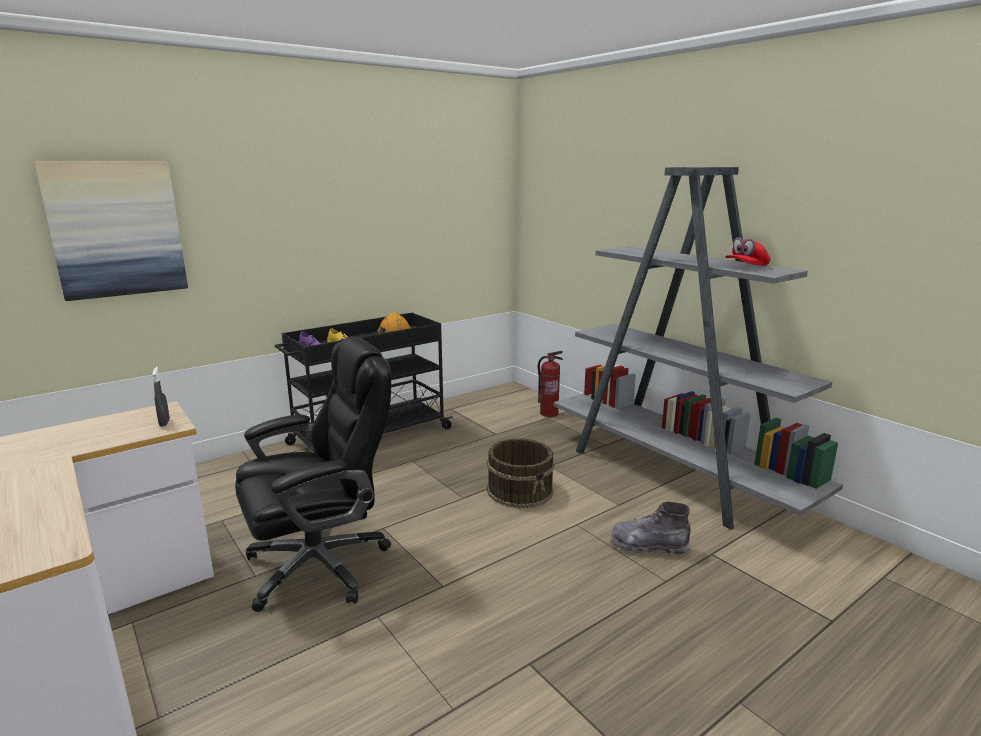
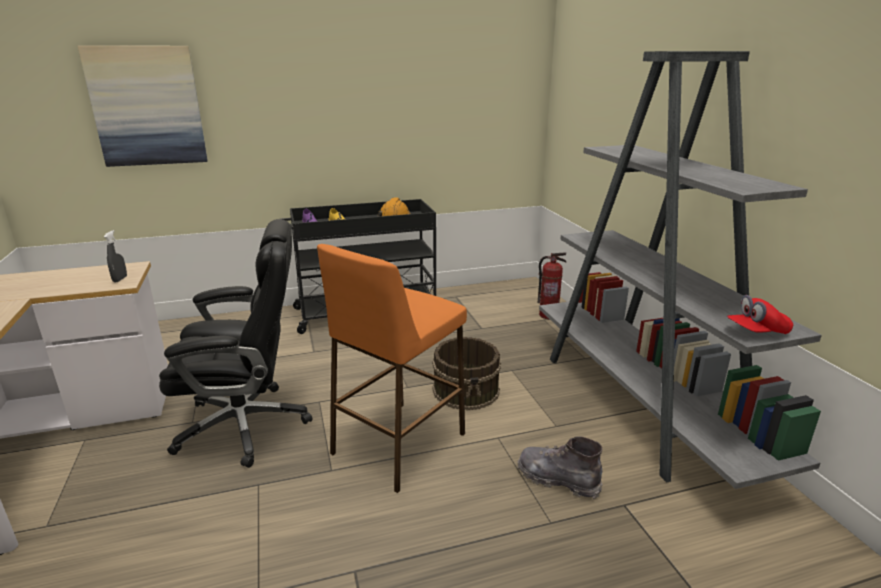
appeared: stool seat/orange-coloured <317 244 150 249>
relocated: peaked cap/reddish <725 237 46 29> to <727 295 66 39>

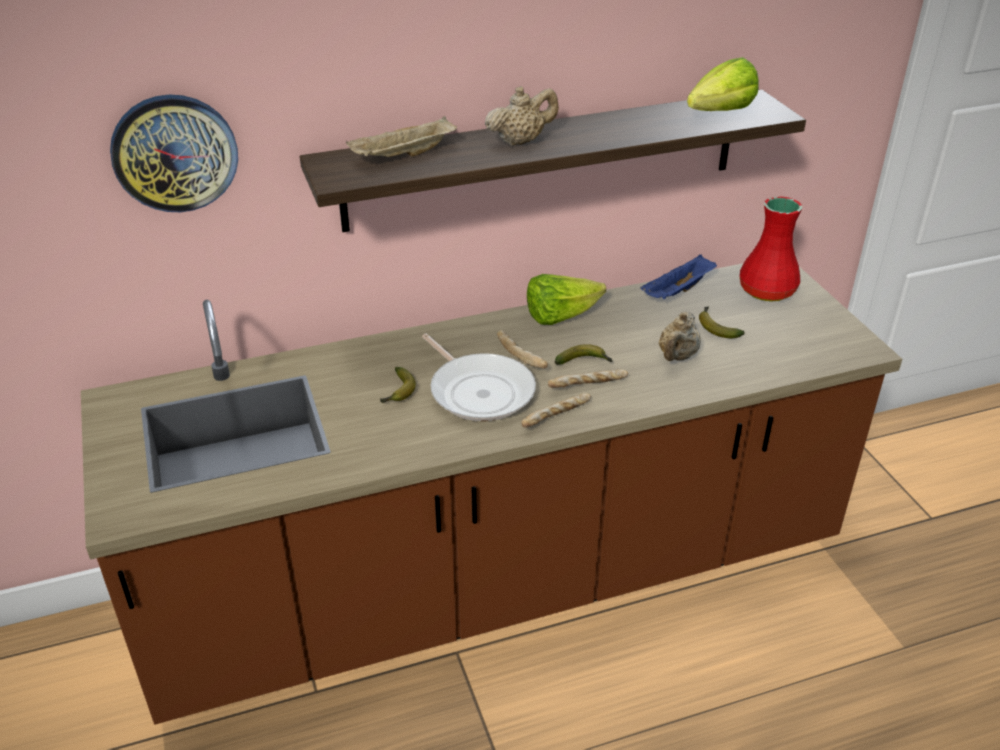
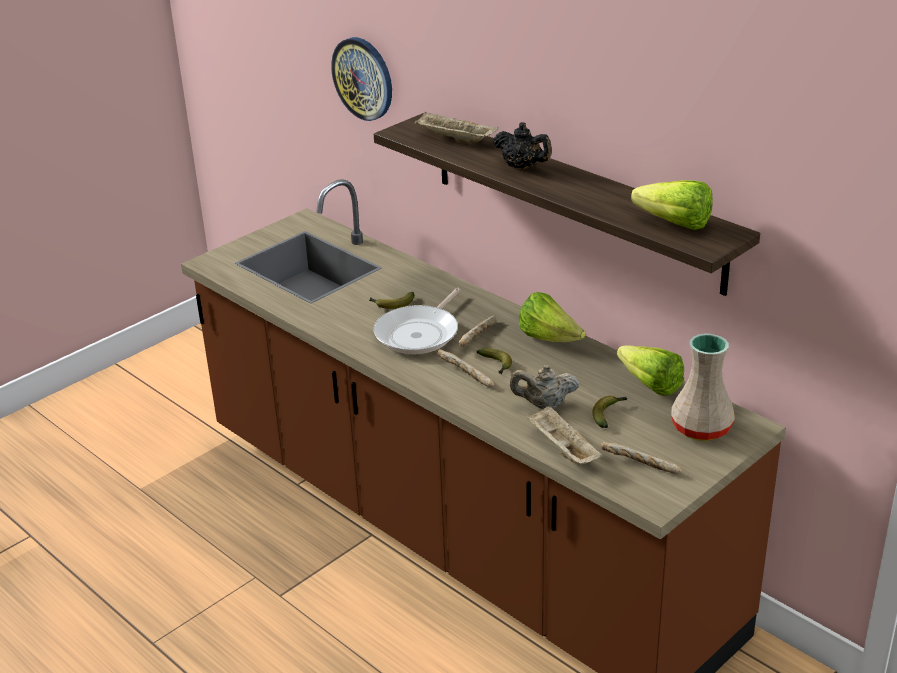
appeared: tray/beige <526 406 77 58>
relocated: baked bread <521 393 70 35> to <601 442 81 32>
exchanged: tray/bluish <640 254 77 45> to lettuce <617 345 67 51>
colour: tea pot/beige <485 86 74 60> to tea pot/black-coloured <493 122 59 48>; vase/reddish <740 196 62 106> to vase/beige <671 333 64 108>

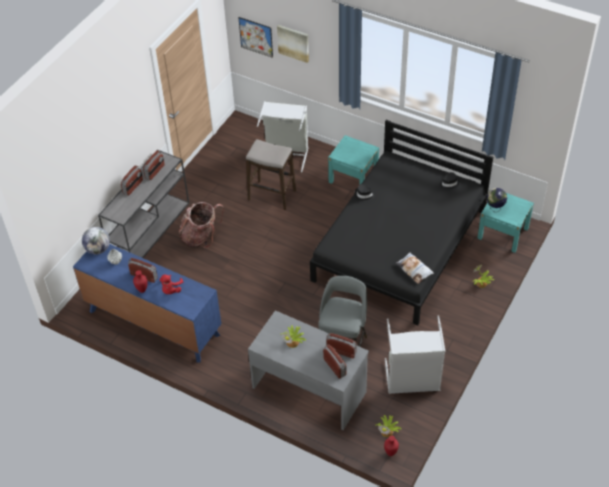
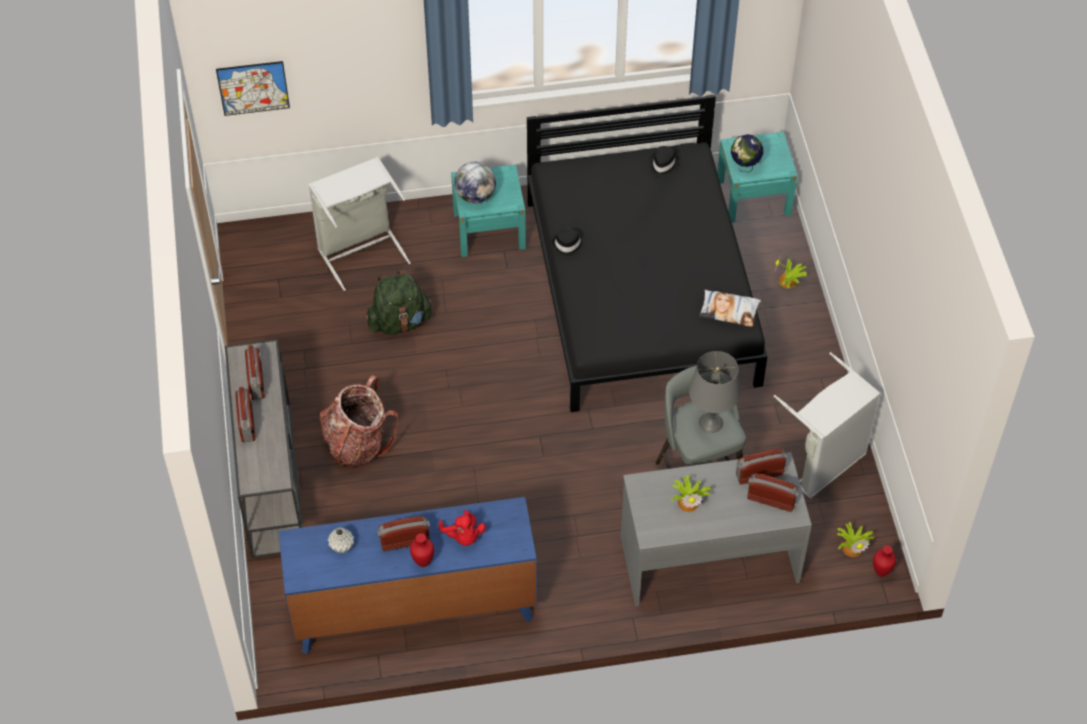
missing: wall art <277 25 32 38>
appeared: lamp for a table/greyish <689 351 51 82>
relocated: globe <82 227 28 27> to <454 162 42 41>
exchanged: stool seat <246 139 50 71> to knapsack/greenish <366 270 67 65>

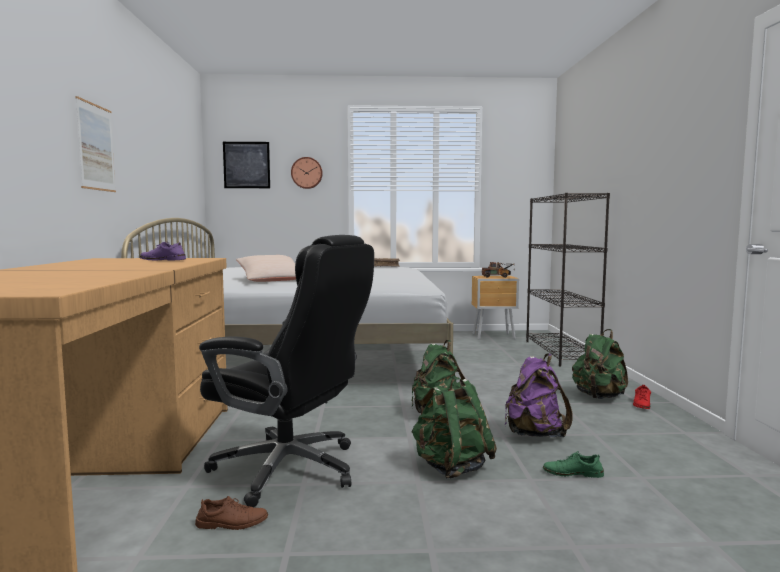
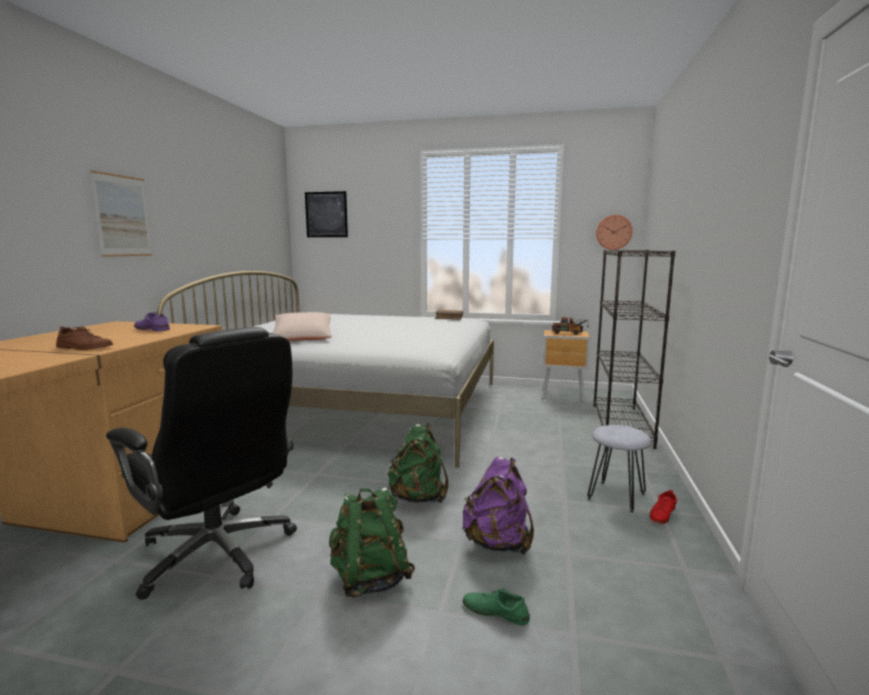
relocated: clock on the wall <291 157 32 32> to <596 215 36 35>; item of footwear/brown <195 496 73 34> to <56 326 57 24>
exchanged: knapsack/greenish <572 329 56 70> to stool seat/greyish <588 425 64 87>

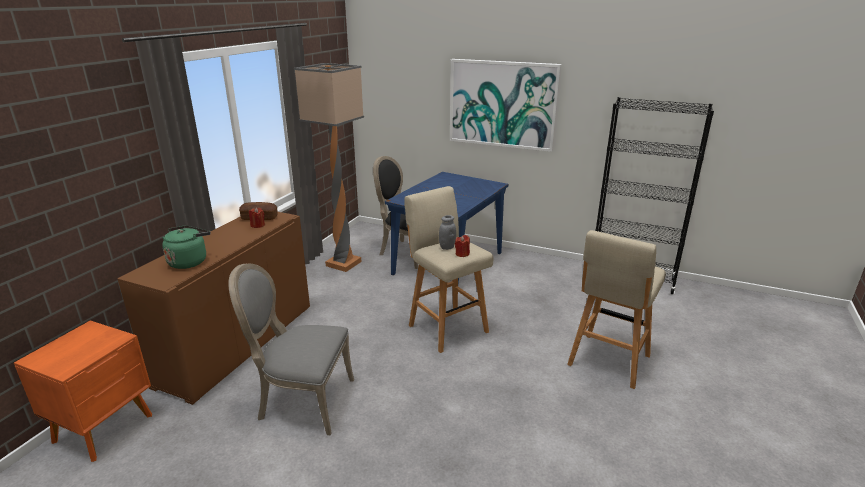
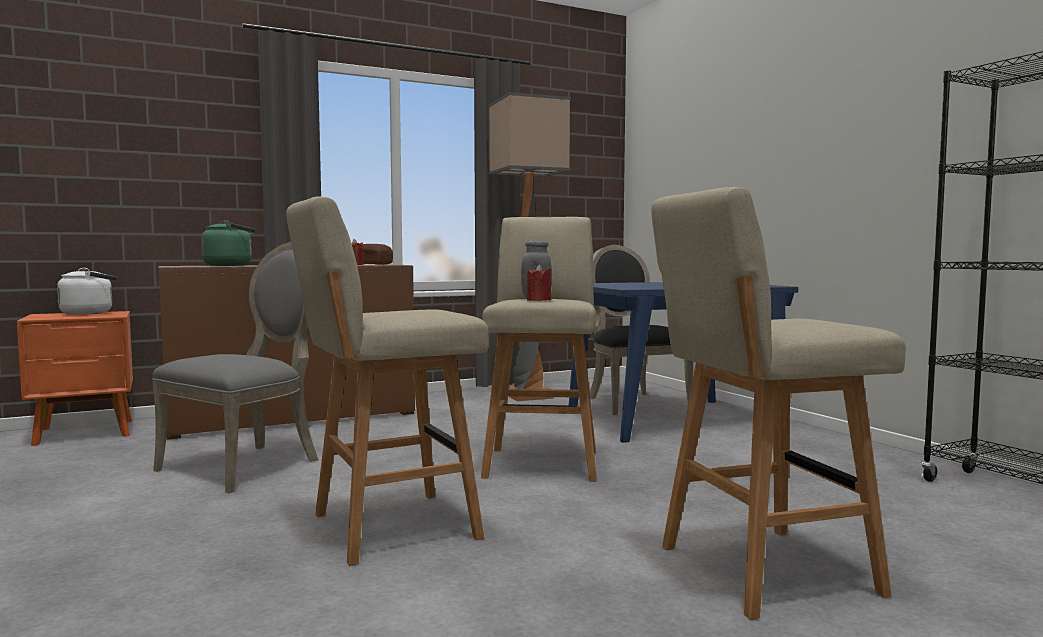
missing: wall art <450 59 112 93>
appeared: stool seat/beige <286 196 203 370>; kettle/white <57 268 59 47>
spun: plain chair/greyish <228 264 126 171> = <152 242 167 251> 75 degrees clockwise

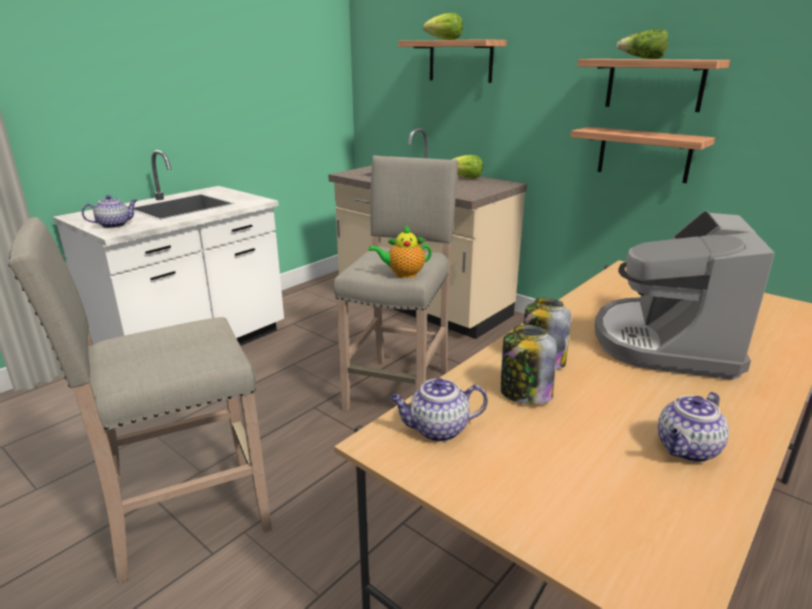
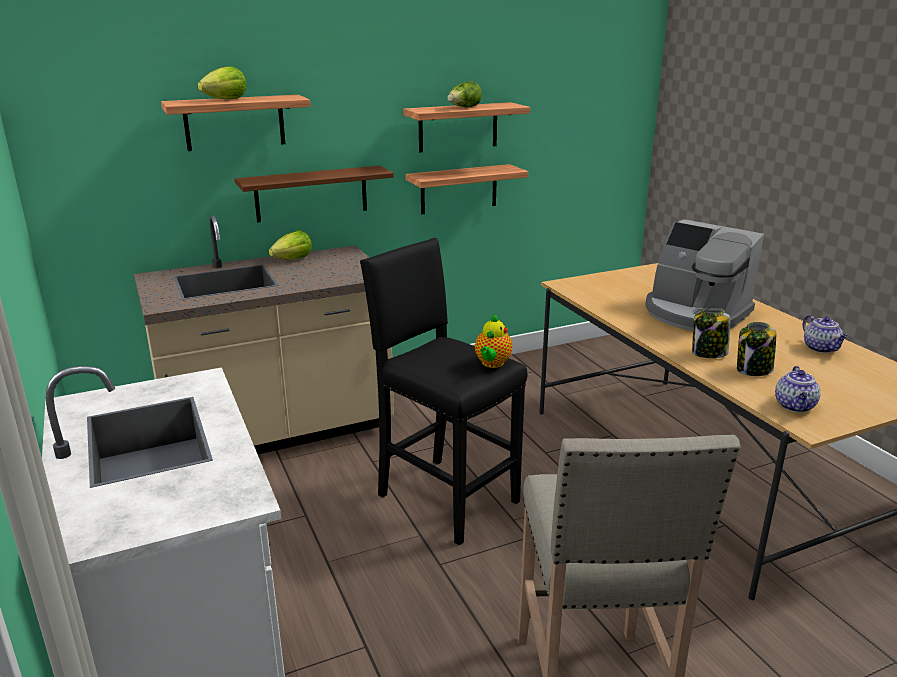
missing: tea pot <82 195 55 33>
appeared: wall shelf/brown <235 166 159 57>
colour: stool seat/beige <333 155 125 256> to stool seat/black-coloured <360 238 168 308>

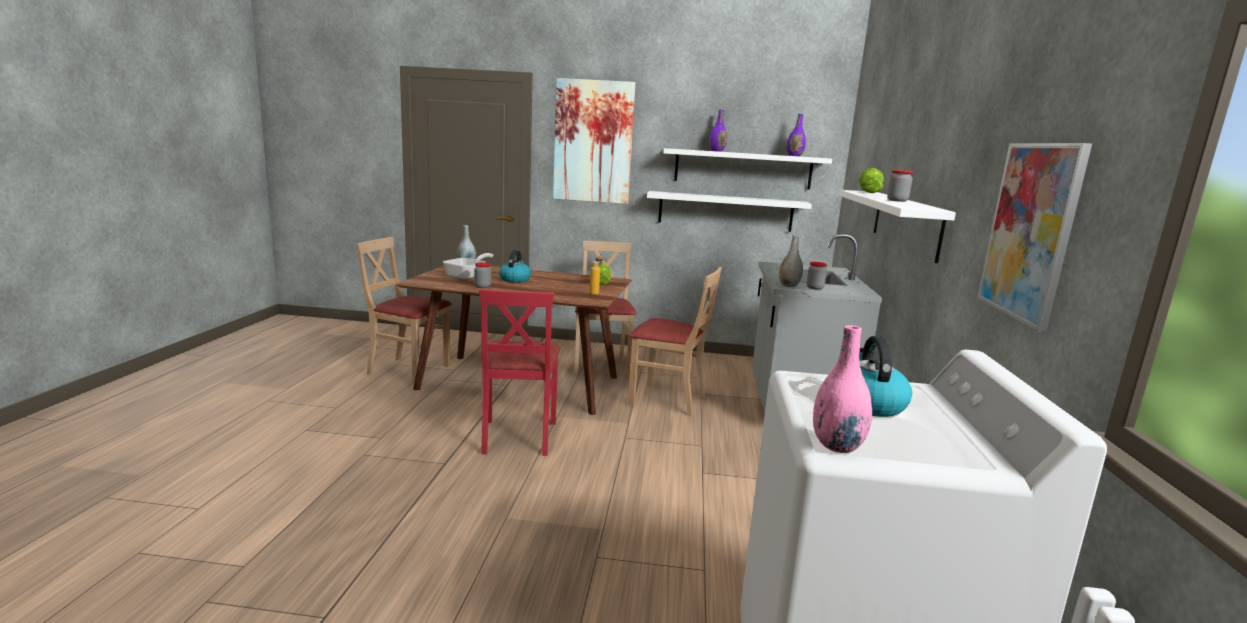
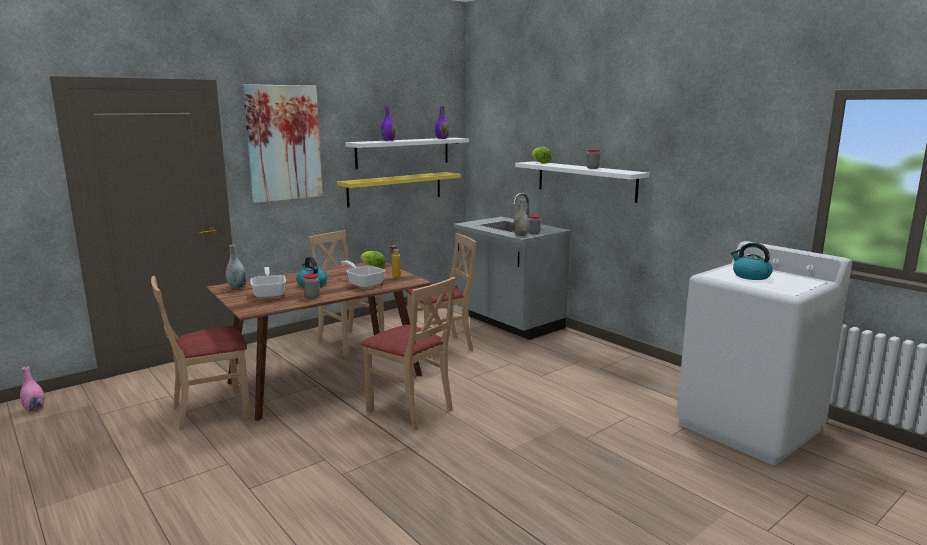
missing: wall art <977 143 115 189>
appeared: frying pan <341 261 44 27>
relocated: vase/pinkish <813 325 59 128> to <20 367 25 45>
colour: wall shelf/white <647 191 165 41> to wall shelf/yellow <337 172 124 36>; plain chair/reddish <479 289 81 167> to plain chair/beige <361 277 95 153>

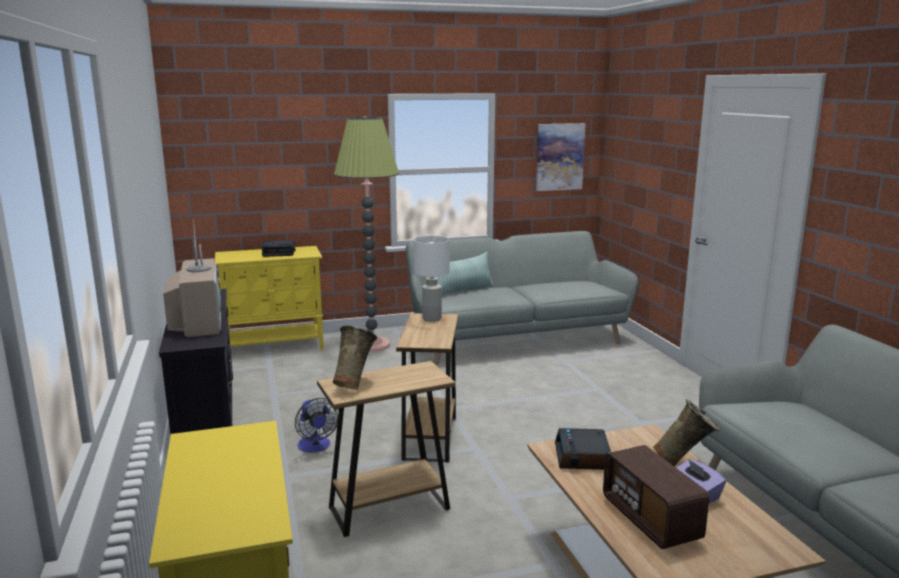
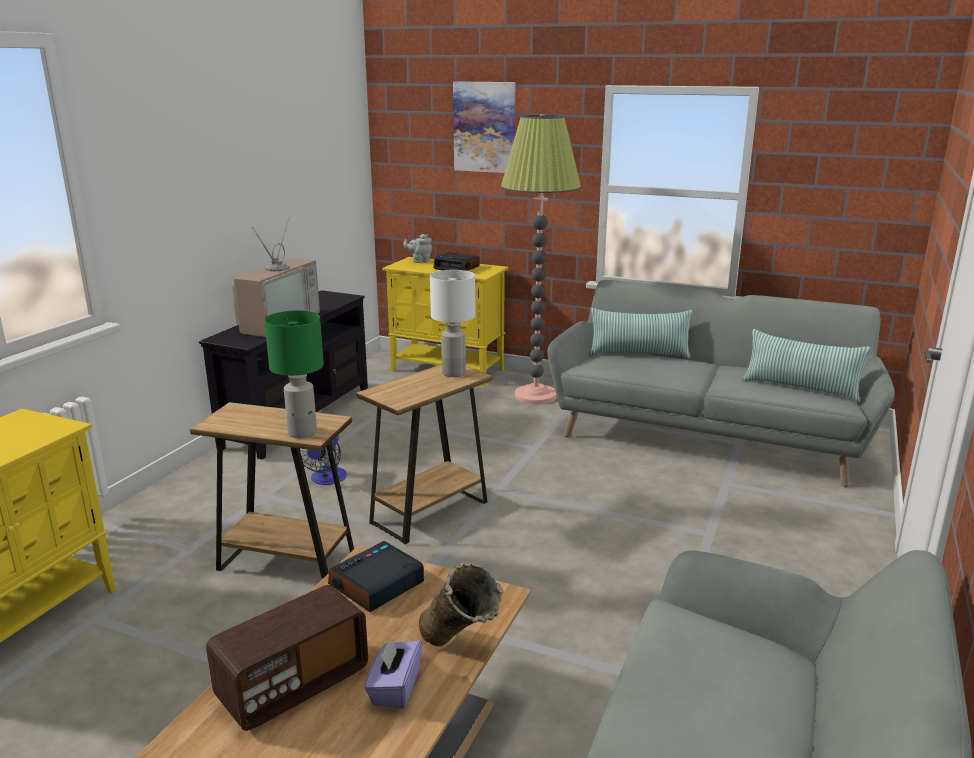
missing: vase/beige <333 325 44 65>
appeared: tea pot/greyish <403 234 29 29>; lamp for a table/greenish <264 310 60 128>; pillow <743 329 128 73>
relocated: wall art <536 123 49 68> to <453 82 62 91>
spun: radio <603 445 106 104> = <206 585 162 146> 150 degrees counterclockwise

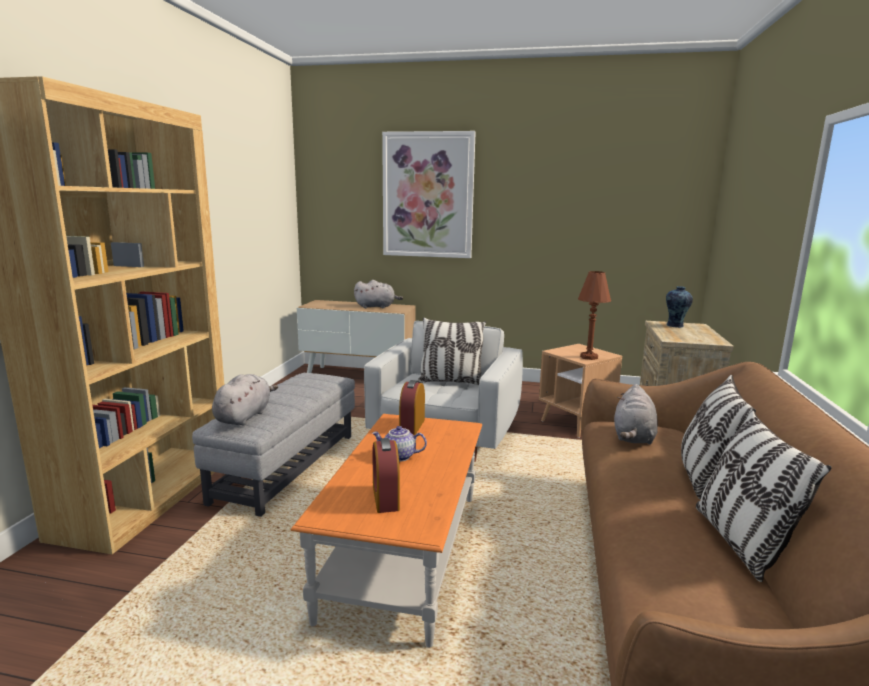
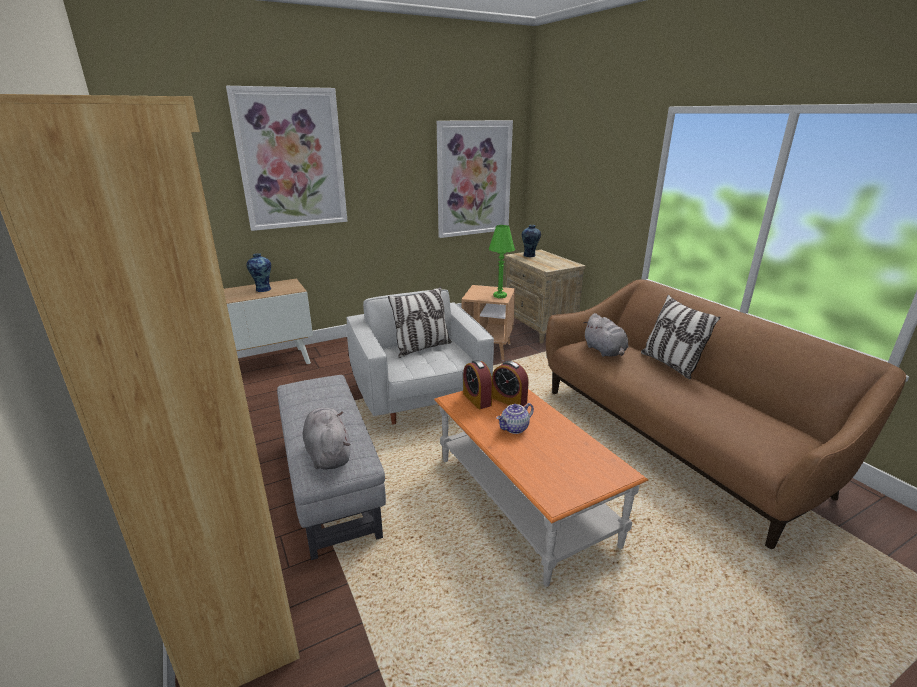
missing: pillow <696 411 136 171>
appeared: wall art <437 120 76 118>
relocated: table clock <372 438 28 75> to <492 361 37 45>
exchanged: cuddly toy/greyish <354 280 49 28> to vase <246 253 26 39>
colour: lamp for a table/brown <578 271 33 89> to lamp for a table/greenish <489 225 26 73>

